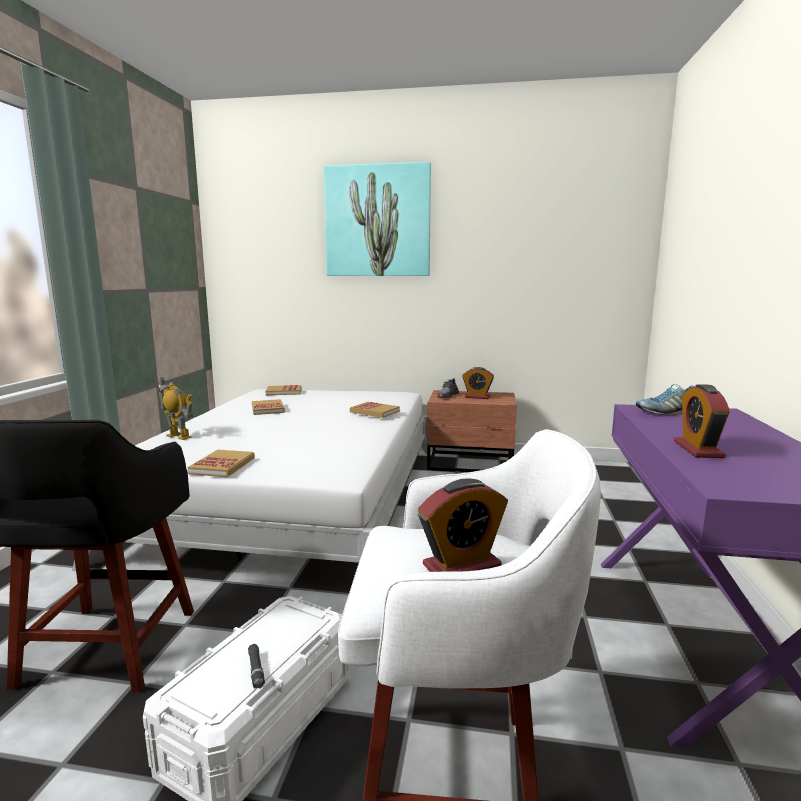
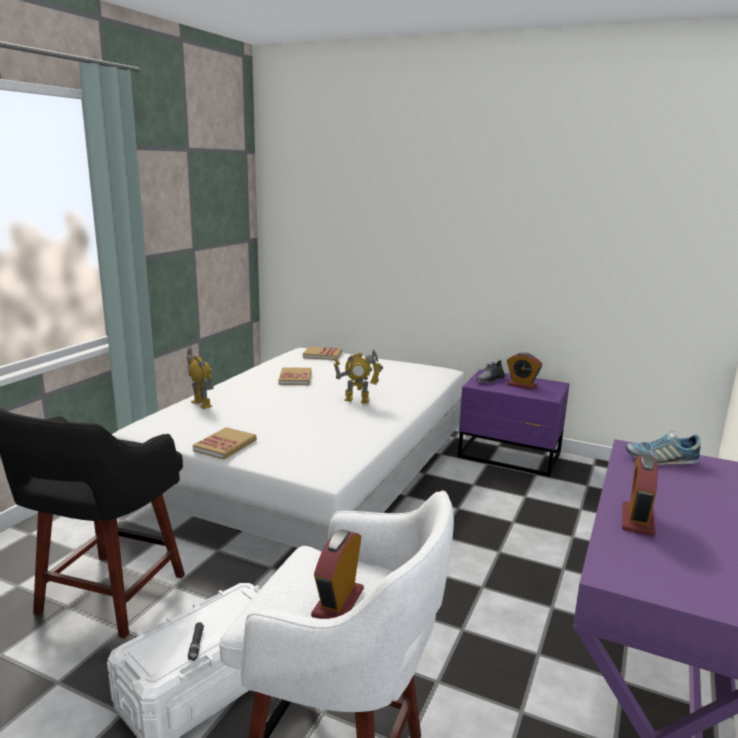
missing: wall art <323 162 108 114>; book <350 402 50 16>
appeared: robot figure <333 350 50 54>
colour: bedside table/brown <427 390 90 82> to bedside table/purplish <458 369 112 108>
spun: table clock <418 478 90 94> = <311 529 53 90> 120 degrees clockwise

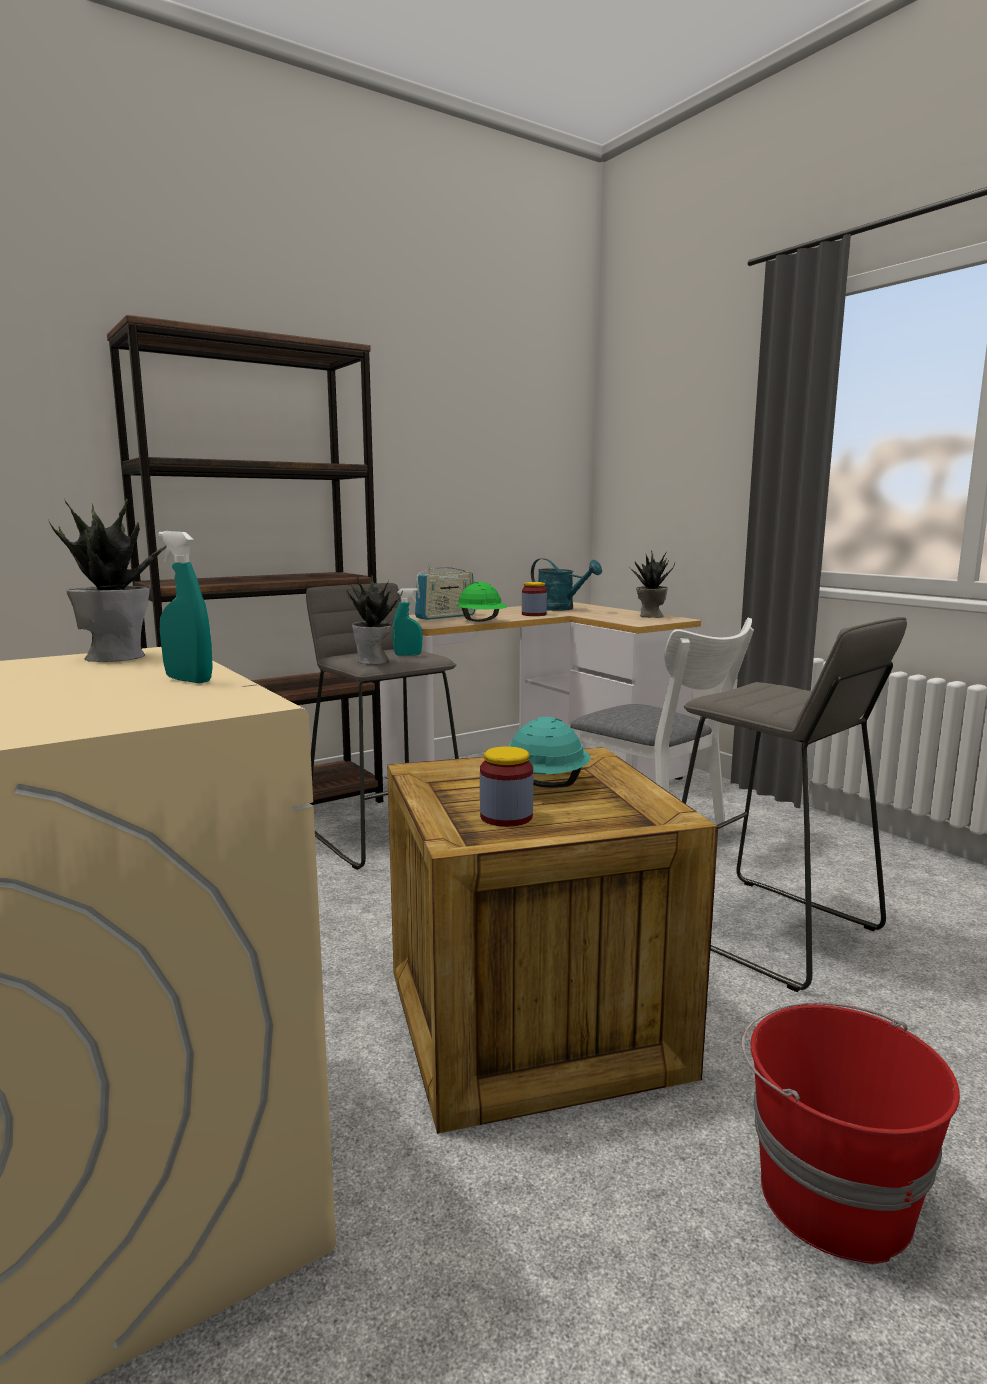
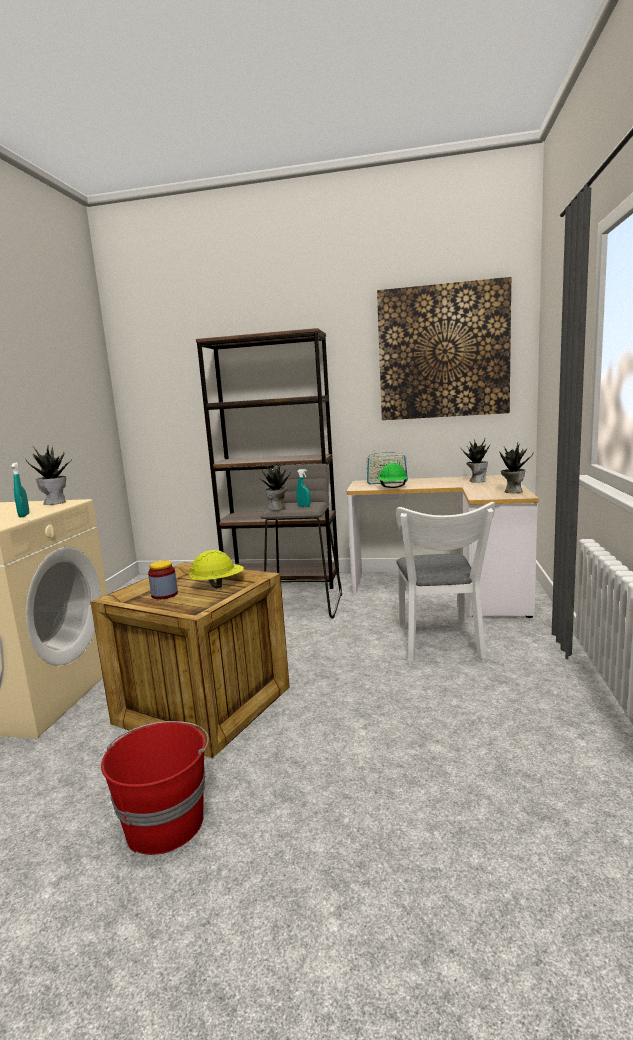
missing: preserve jar <522 582 25 34>; stool seat/greyish <682 617 225 375>
appeared: wall art <377 277 134 143>
exchanged: watering pot/turquoise-coloured <531 558 71 53> to houseplant <460 439 30 44>
colour: work helmet/turquoise-coloured <509 717 81 71> to work helmet/yellow <189 550 55 38>

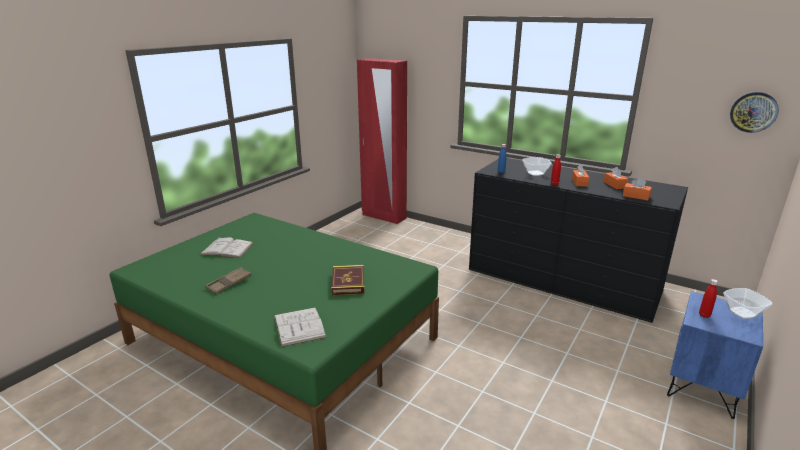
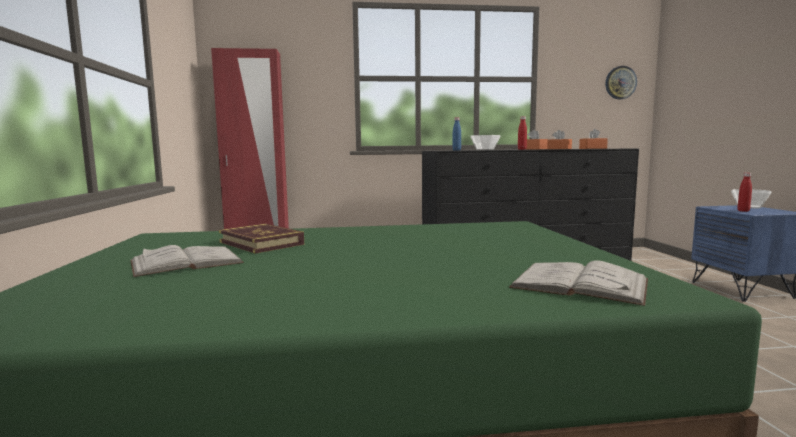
missing: tray/brown <205 267 47 27>
relocated: book <331 265 34 30> to <219 224 85 29>

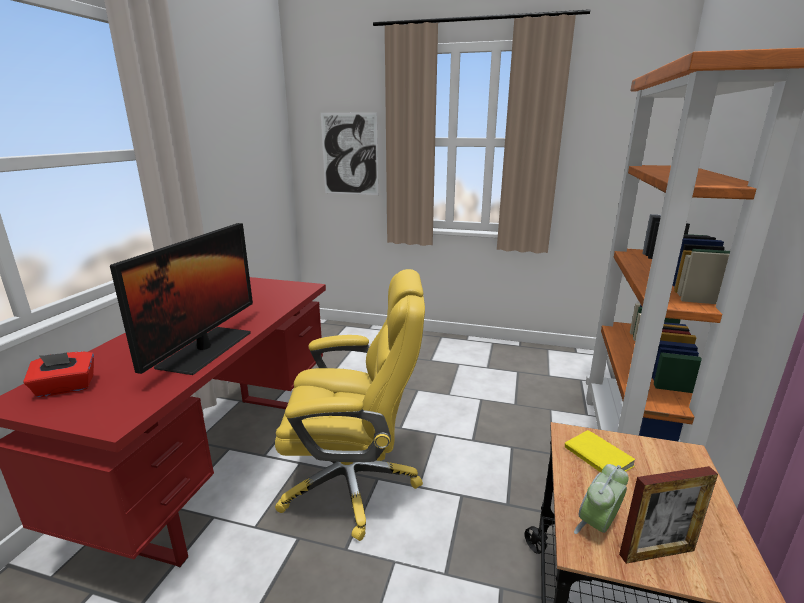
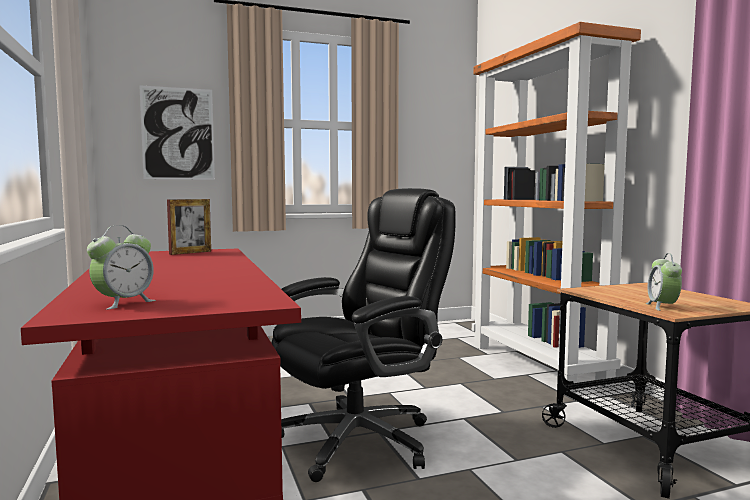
missing: computer display <110 223 143 152>; book/yellow <565 430 70 42>
relocated: photo frame <619 466 99 98> to <167 199 44 56>
exchanged: tissue holder/reddish <23 352 71 45> to table clock <87 225 69 85>
colour: computer chair/yellow <275 269 150 272> to computer chair/black-coloured <271 188 185 294>

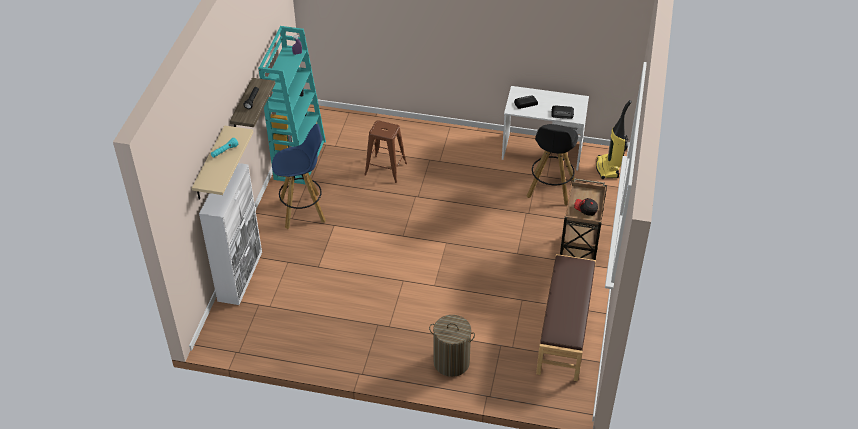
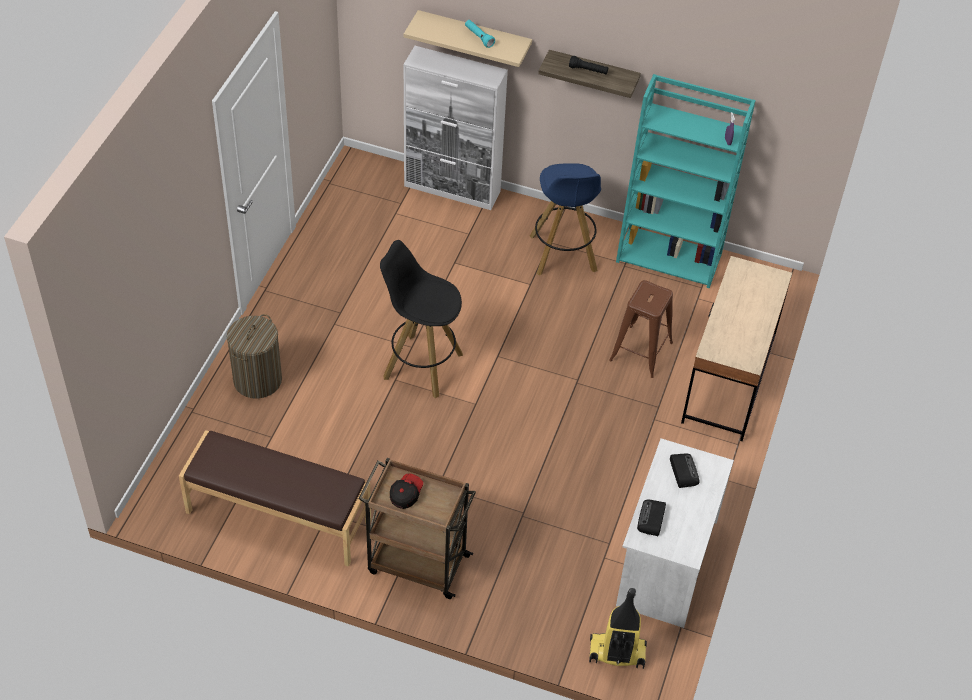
appeared: desk table/beige <681 256 111 185>
relocated: stool seat/black-coloured <526 124 52 81> to <380 240 83 158>

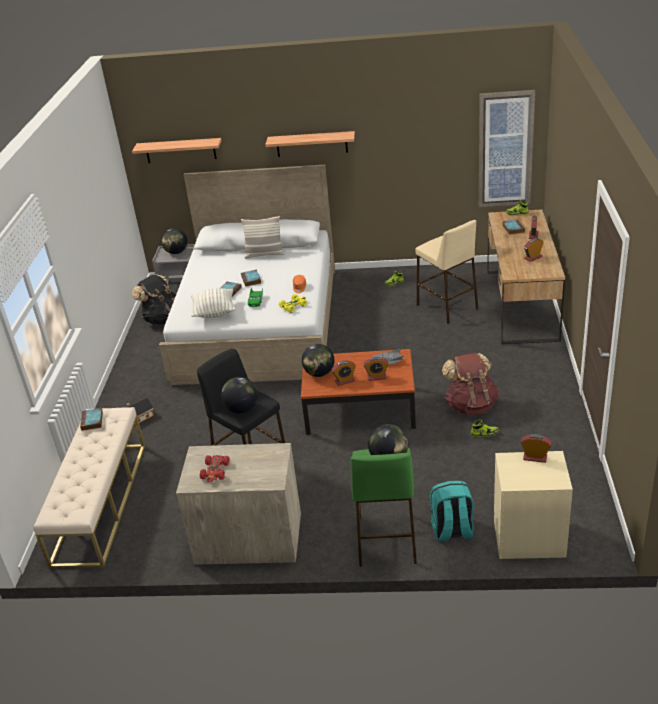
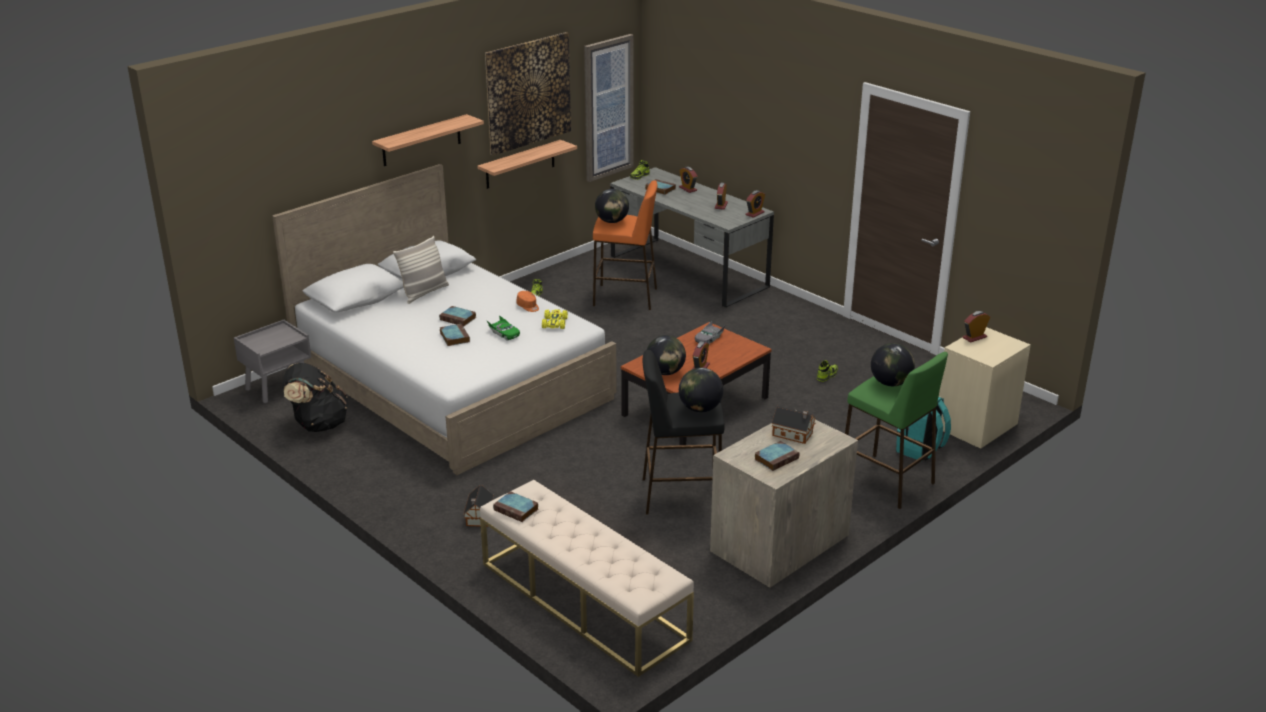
missing: pillow <191 288 45 30>; knapsack/brown <442 353 57 62>
appeared: wall art <485 32 86 123>; toy house <772 406 44 38>
relocated: wall shelf <132 138 90 25> to <477 140 100 49>; globe <161 228 26 26> to <595 189 34 34>; table clock <364 357 24 24> to <746 190 19 28>
exchanged: miniature car/reddish <200 455 29 27> to book <754 441 46 30>
colour: desk table/brown <487 210 78 135> to desk table/greyish <610 167 164 141>; stool seat/beige <416 220 62 104> to stool seat/orange-coloured <593 180 65 130>

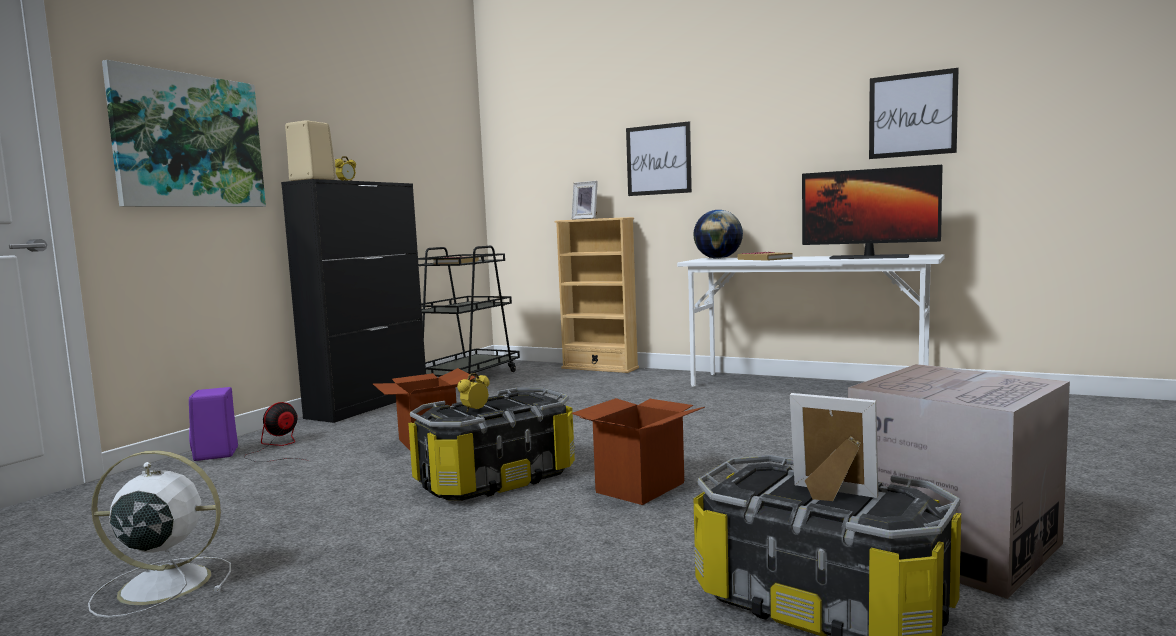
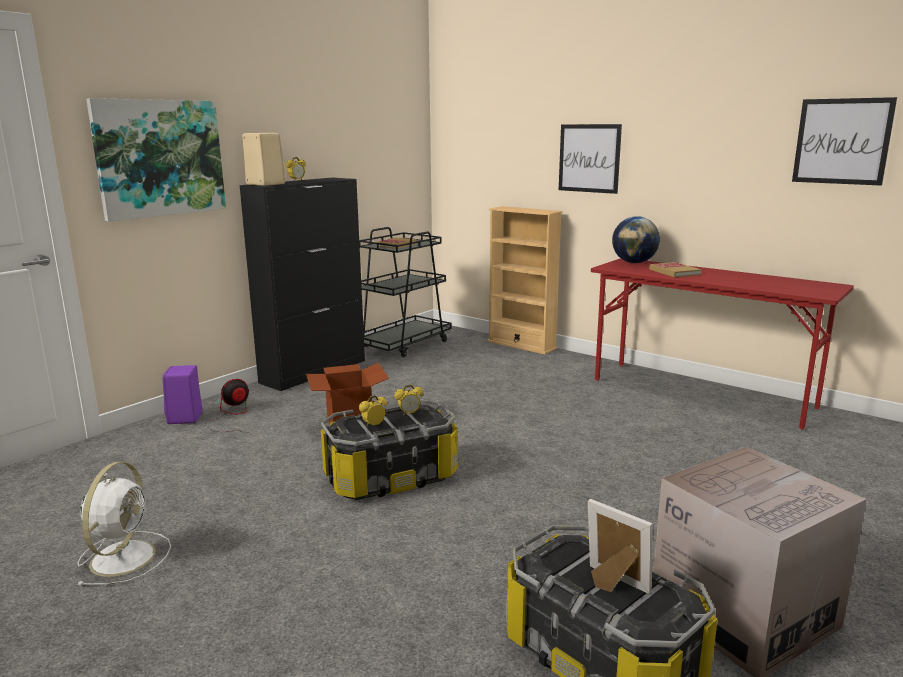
missing: computer display <802 165 141 94>; photo frame <572 181 26 39>; packing box <571 398 134 107>
appeared: table clock <394 385 29 31>
colour: desk table/white <677 254 268 133> to desk table/reddish <591 258 263 172>
spun: fan/white <88 450 143 168> = <76 462 95 124> 90 degrees clockwise

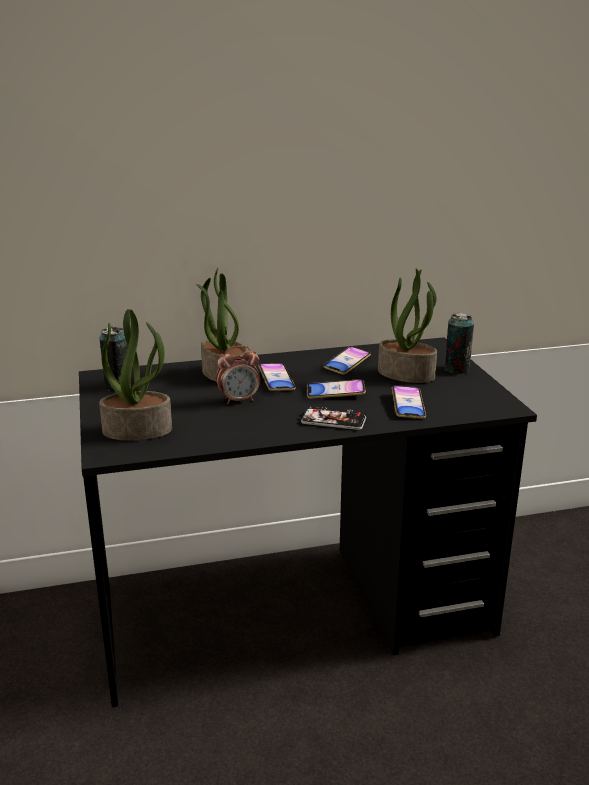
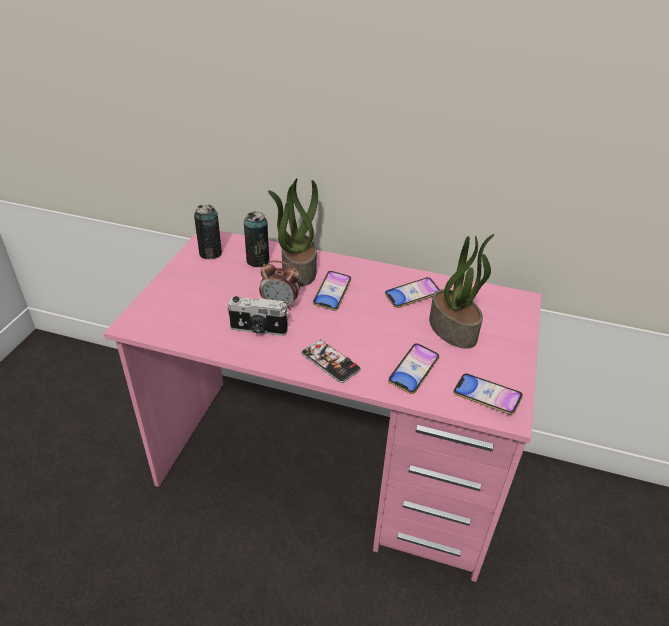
missing: houseplant <99 309 73 132>
appeared: still camera <227 296 62 40>
relocated: sealed can <444 312 30 62> to <244 212 25 55>; telephone <307 379 59 20> to <453 373 70 42>
colour: desk table/black-coloured <79 337 458 370> to desk table/pinkish <104 231 438 351>

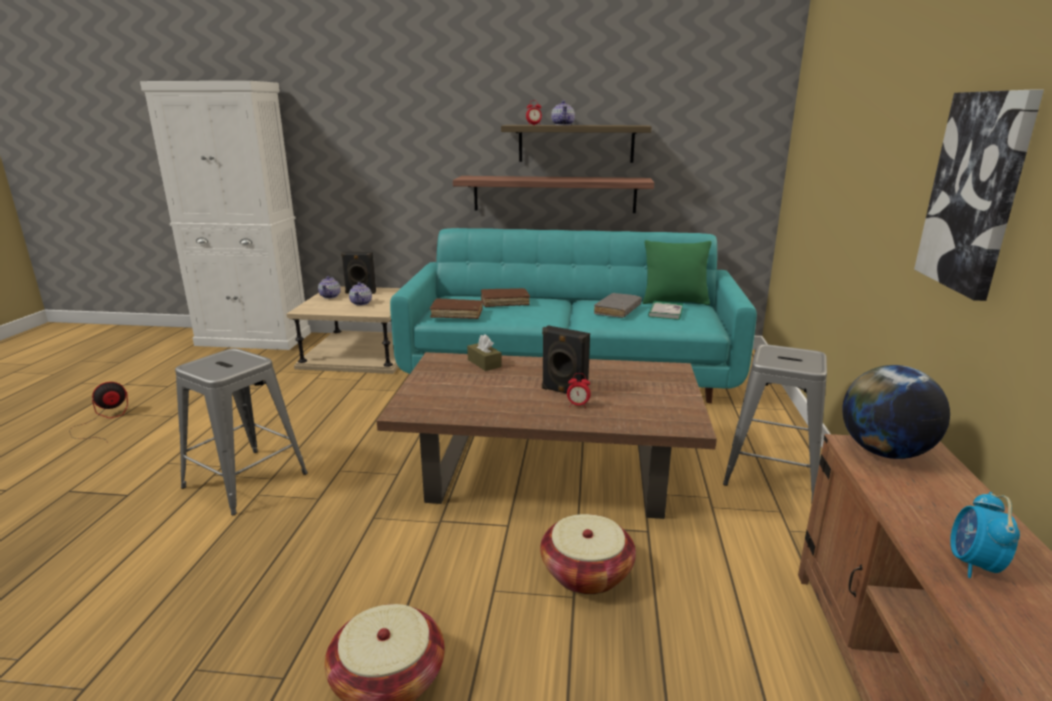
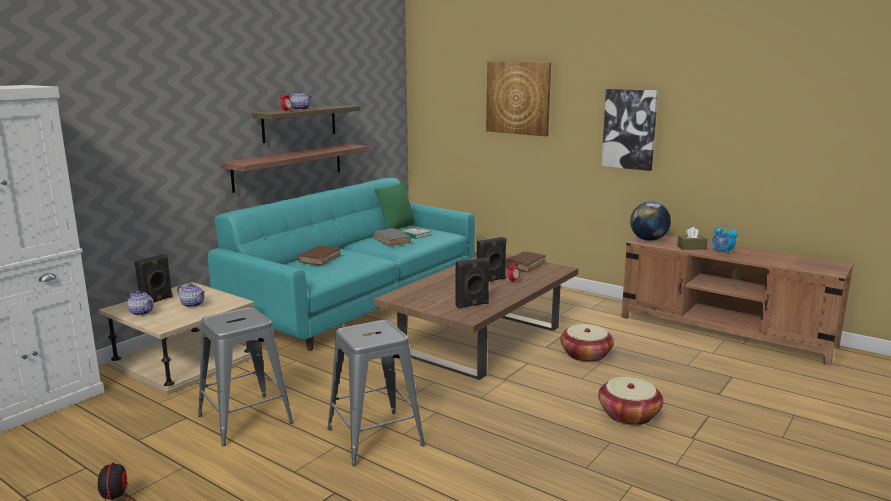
appeared: wall art <486 61 65 75>; audio speaker/black-coloured <456 258 34 51>
relocated: book/brown <430 298 53 21> to <505 252 41 20>; tissue holder/brown <467 334 35 37> to <677 227 31 23>; stool seat/greyish <723 344 104 159> to <198 307 95 139>

